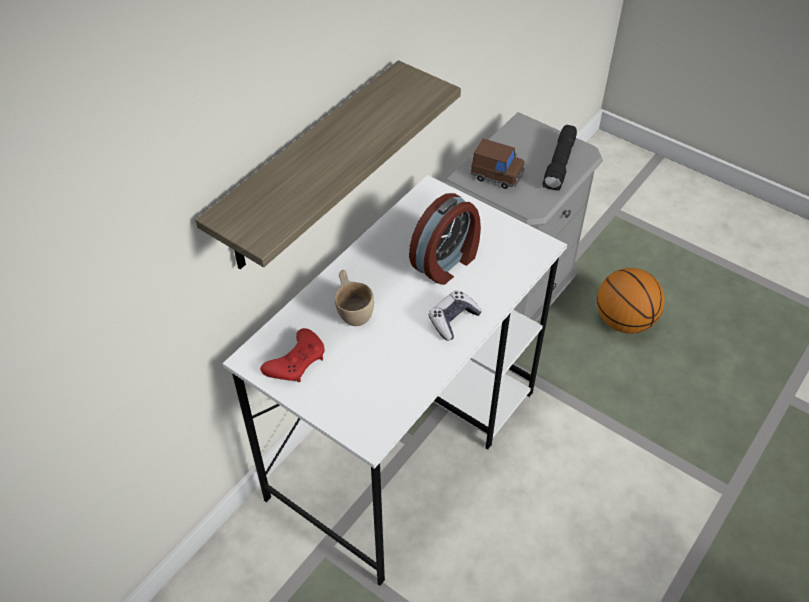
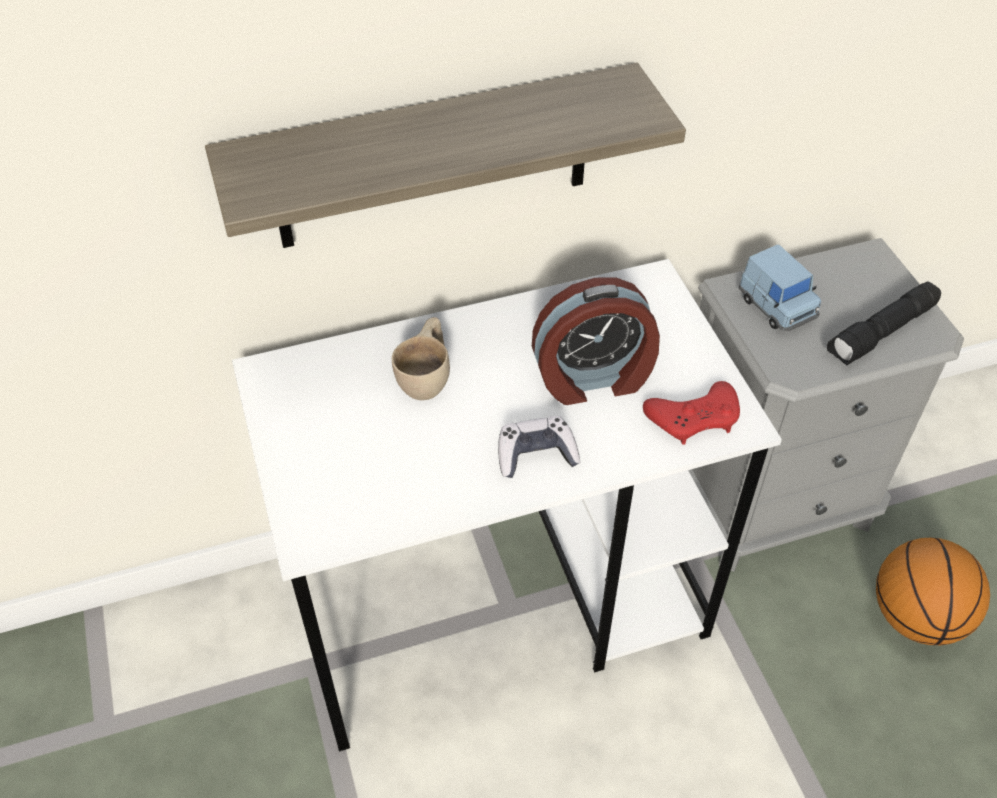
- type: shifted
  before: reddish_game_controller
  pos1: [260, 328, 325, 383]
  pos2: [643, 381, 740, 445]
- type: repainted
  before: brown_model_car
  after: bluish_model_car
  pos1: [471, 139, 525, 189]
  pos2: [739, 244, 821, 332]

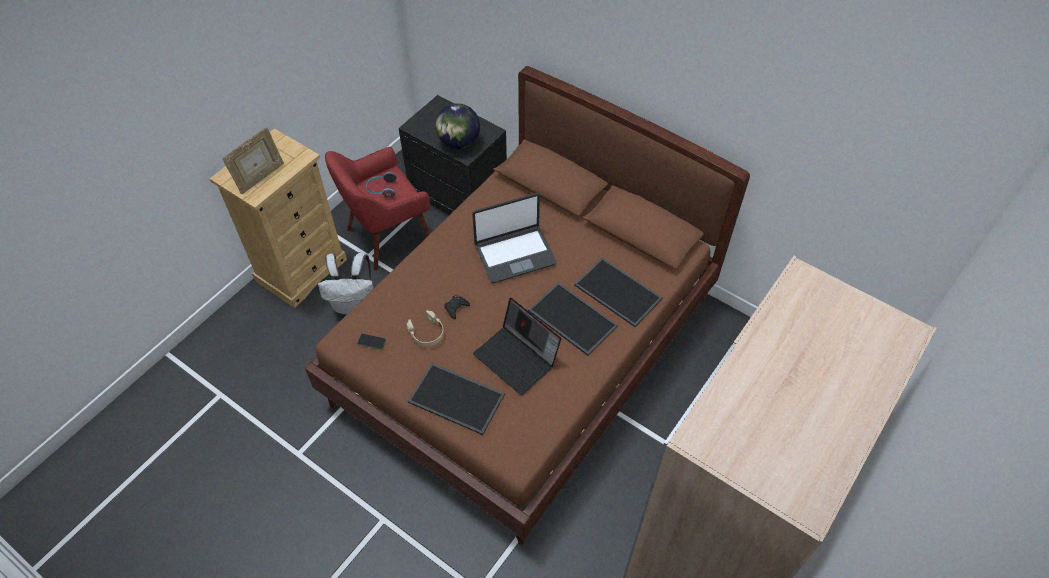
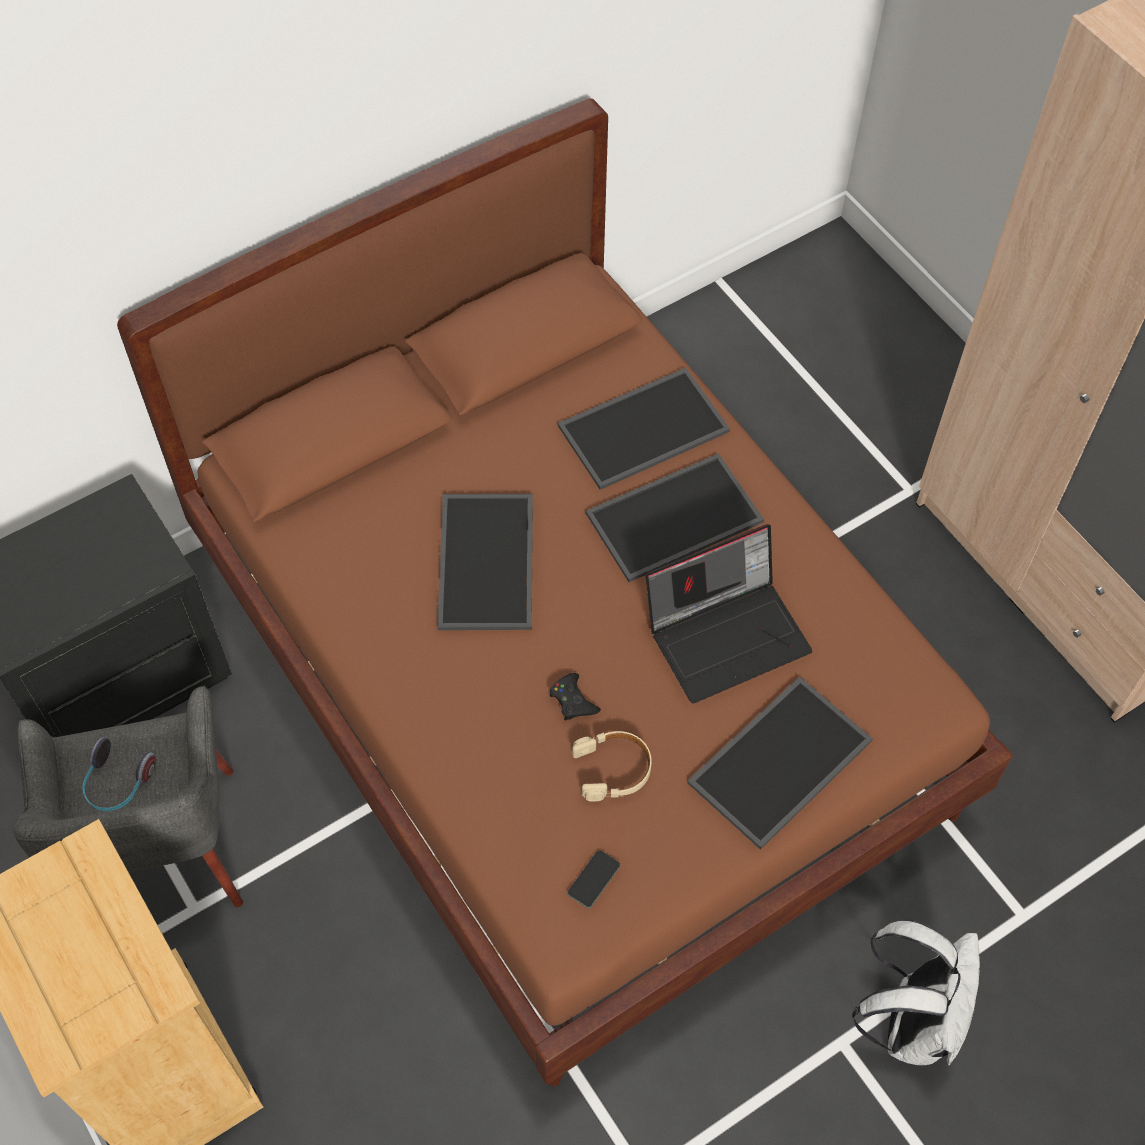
- type: gone
  before: standing_frame
  pos1: [222, 127, 284, 194]
- type: gone
  before: globe
  pos1: [435, 103, 480, 149]
- type: shifted
  before: white_backpack
  pos1: [318, 252, 374, 315]
  pos2: [852, 920, 980, 1066]
- type: swapped
  before: laptop
  after: tray
  pos1: [472, 193, 556, 283]
  pos2: [437, 494, 533, 630]
- type: repainted
  before: reddish_easy_chair
  after: greyish_easy_chair
  pos1: [325, 147, 430, 271]
  pos2: [13, 686, 243, 907]

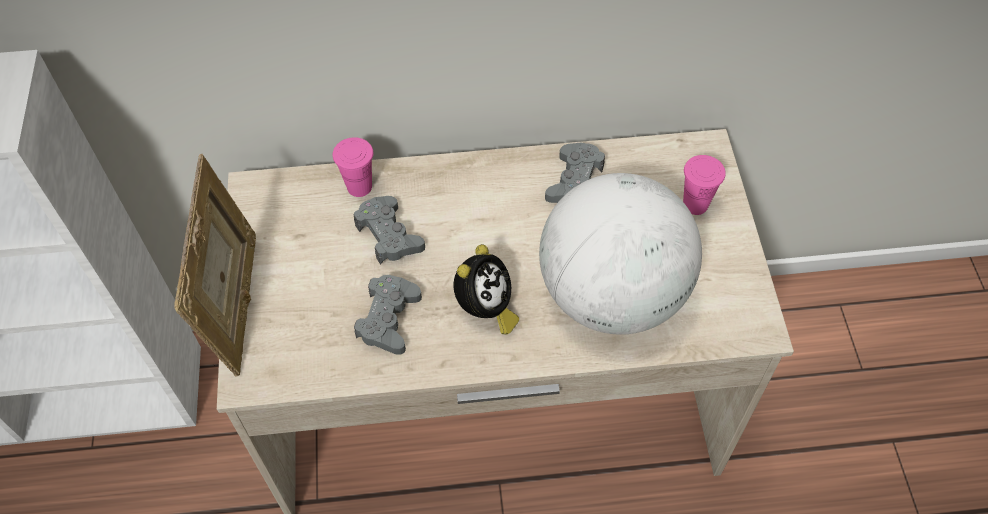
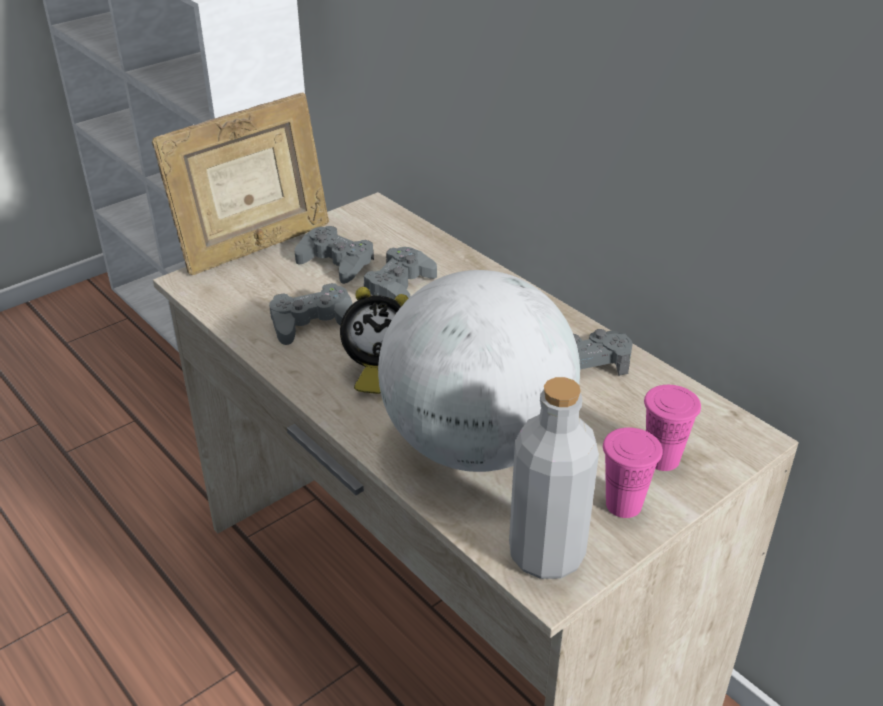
- type: new
  after: greyish_game_controller
  pos2: [294, 226, 374, 284]
- type: new
  after: greyish_bottle
  pos2: [509, 377, 599, 579]
- type: shifted
  before: pink-coloured_small_cup
  pos1: [333, 137, 373, 197]
  pos2: [603, 427, 663, 518]

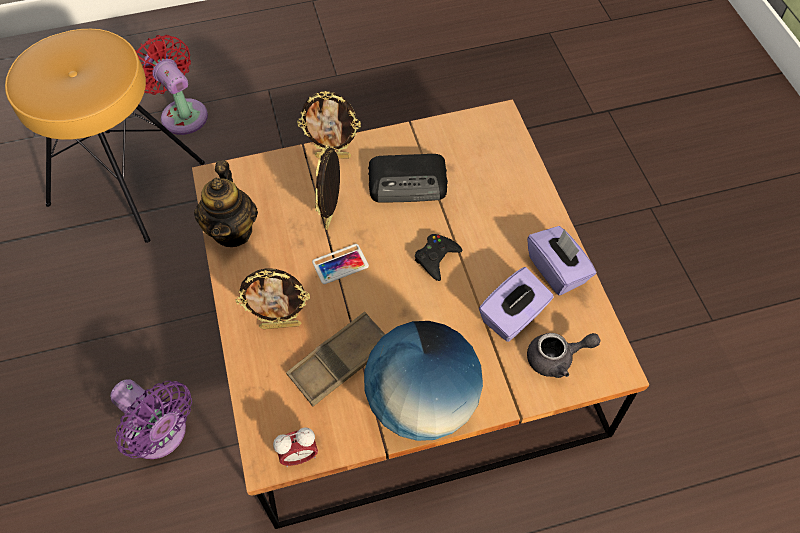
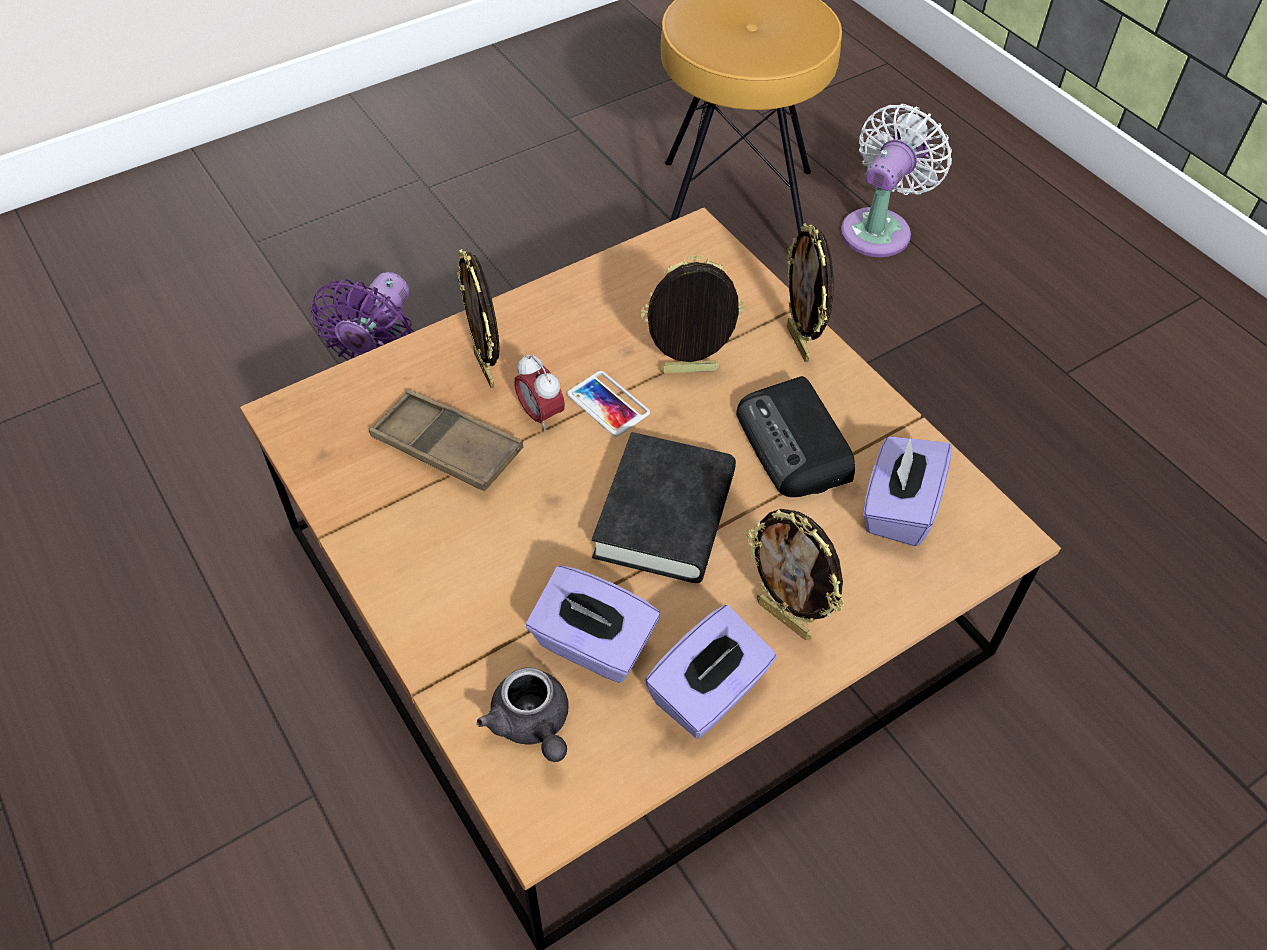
- type: gone
  before: pot_for_tea
  pos1: [194, 160, 258, 247]
- type: gone
  before: globe
  pos1: [364, 321, 483, 441]
- type: new
  after: standing_frame
  pos2: [746, 509, 844, 640]
- type: new
  after: purple_tissue_box
  pos2: [863, 437, 952, 546]
- type: shifted
  before: bedside_clock
  pos1: [273, 427, 318, 467]
  pos2: [514, 354, 565, 431]
- type: swapped
  before: blackish_game_controller
  after: blackish_book
  pos1: [415, 234, 462, 281]
  pos2: [592, 432, 736, 583]
- type: repainted
  before: reddish_fan
  after: white_fan
  pos1: [135, 35, 208, 135]
  pos2: [841, 104, 952, 257]

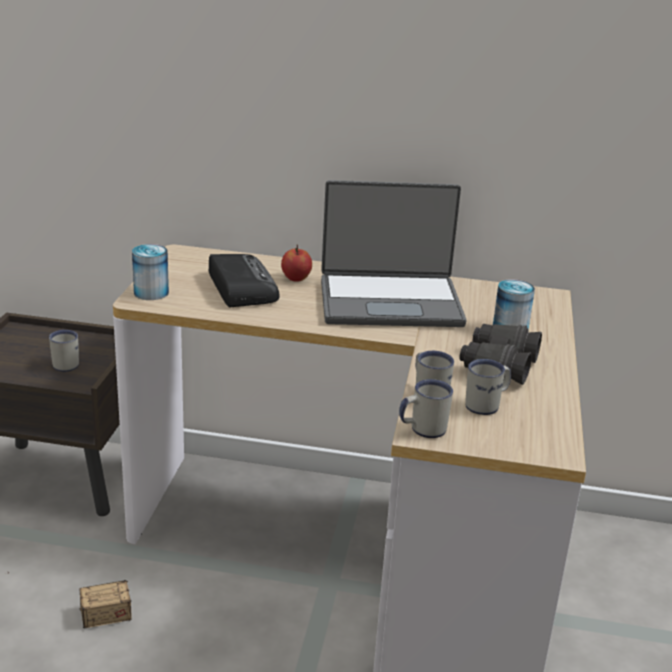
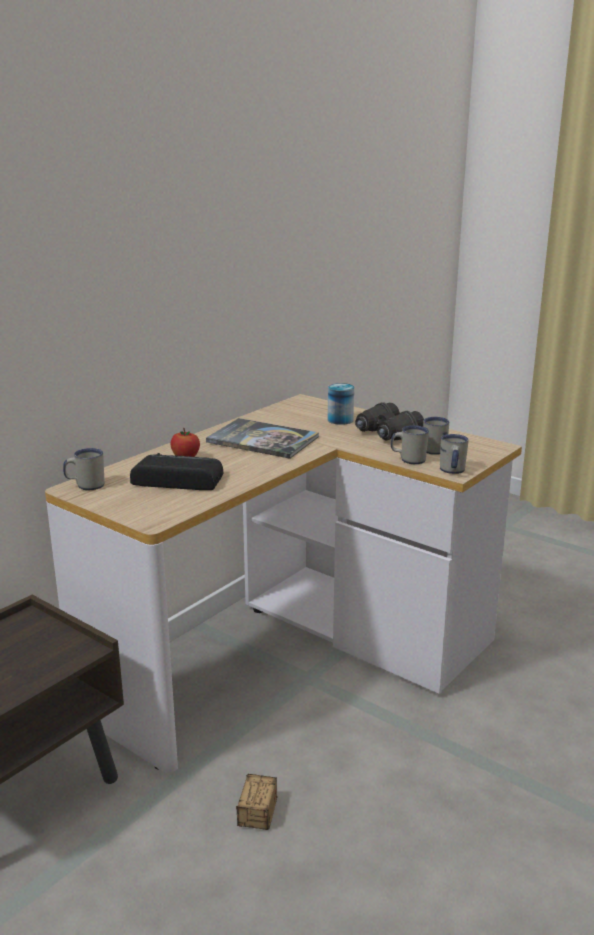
- type: gone
  before: metal_can
  pos1: [132, 244, 169, 300]
- type: shifted
  before: white_tea_mug
  pos1: [49, 330, 79, 372]
  pos2: [63, 448, 104, 490]
- type: swapped
  before: laptop
  after: book
  pos1: [321, 180, 466, 327]
  pos2: [206, 418, 319, 459]

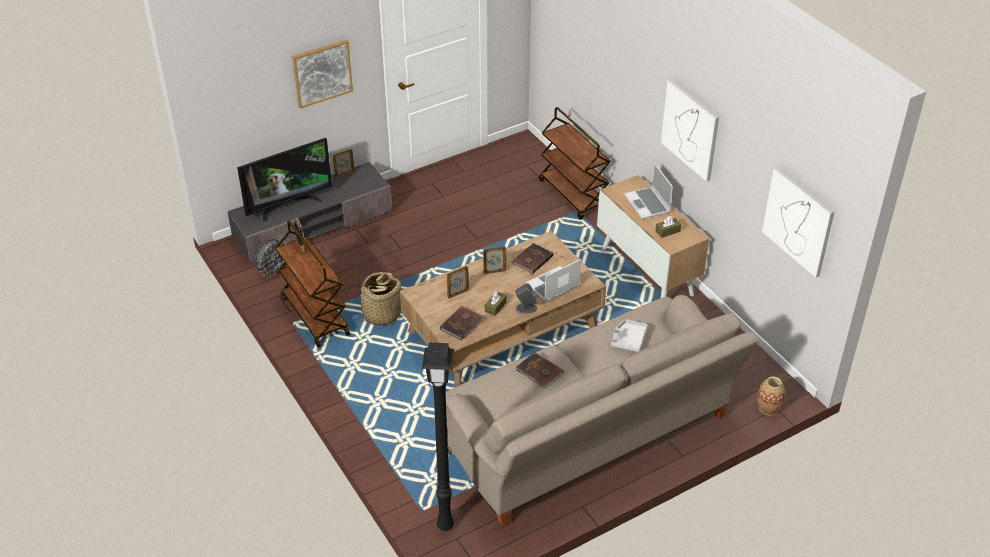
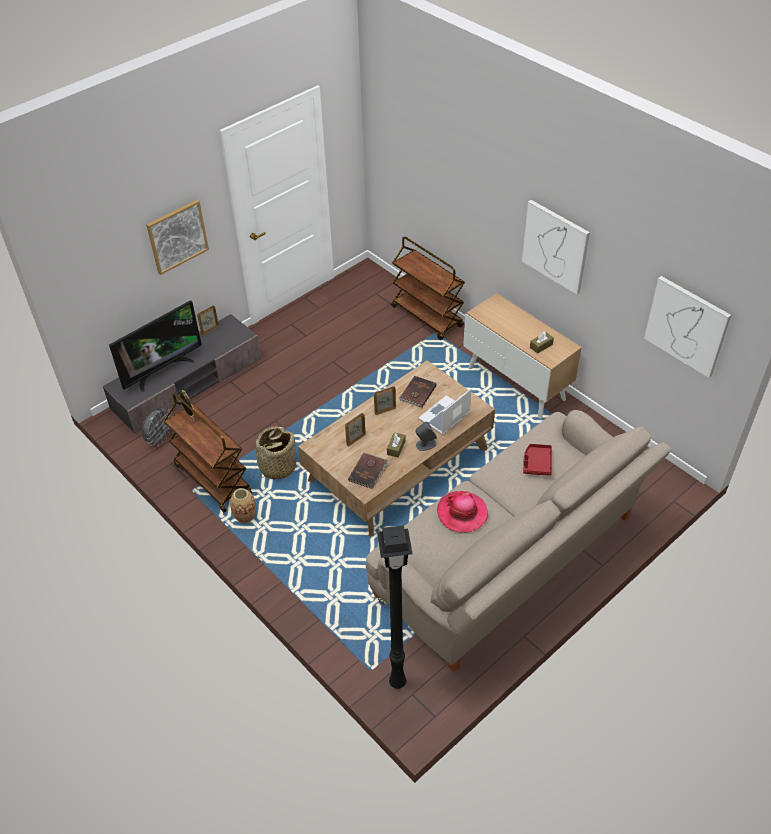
- type: gone
  before: laptop
  pos1: [624, 163, 673, 219]
- type: shifted
  before: vase
  pos1: [758, 377, 785, 415]
  pos2: [230, 488, 256, 523]
- type: swapped
  before: brown_book
  after: hat
  pos1: [516, 352, 564, 390]
  pos2: [437, 491, 488, 533]
- type: repainted
  before: greyish_tray
  after: reddish_tray
  pos1: [611, 319, 647, 352]
  pos2: [523, 444, 552, 476]

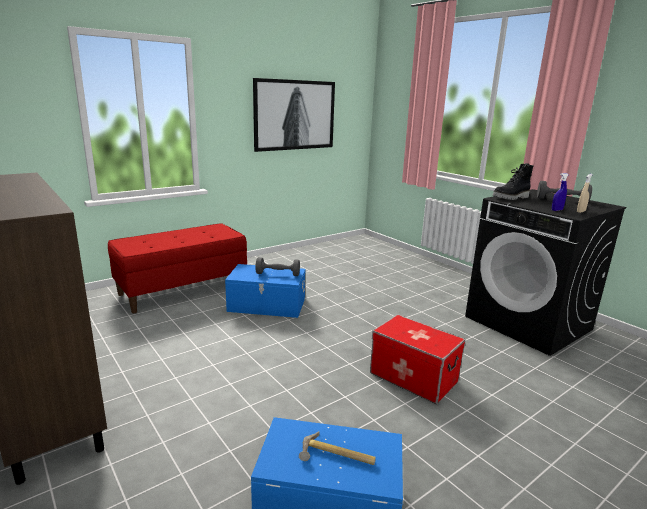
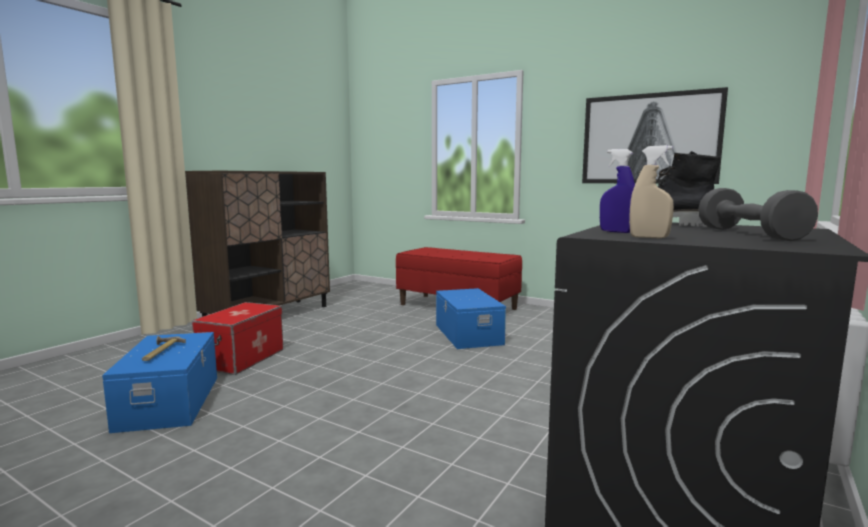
- type: gone
  before: greyish_dumbbell
  pos1: [255, 257, 300, 276]
- type: shifted
  before: storage_bin
  pos1: [370, 314, 465, 404]
  pos2: [192, 302, 283, 375]

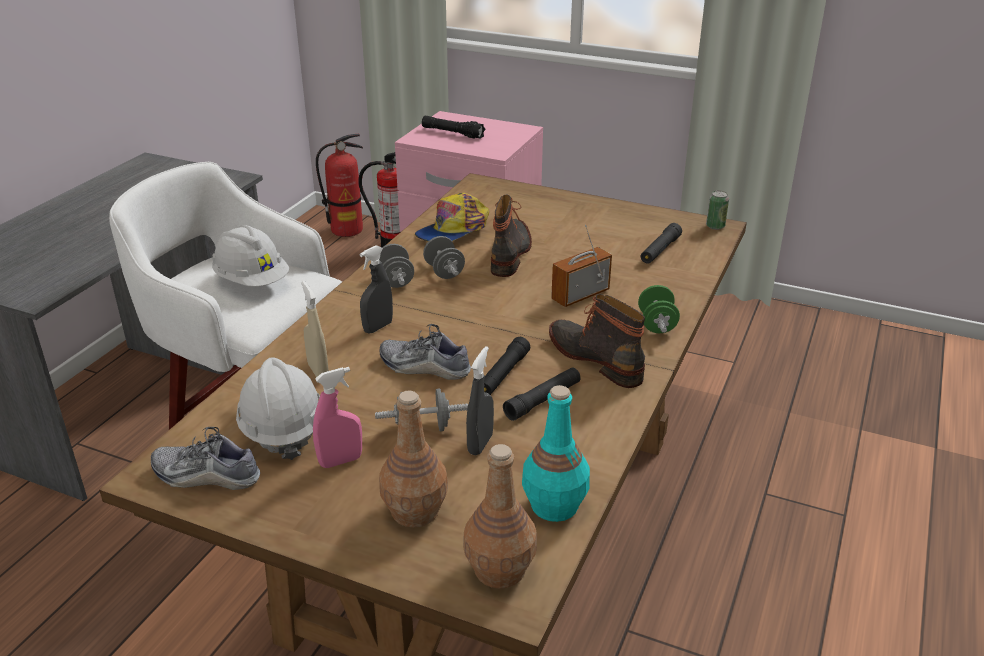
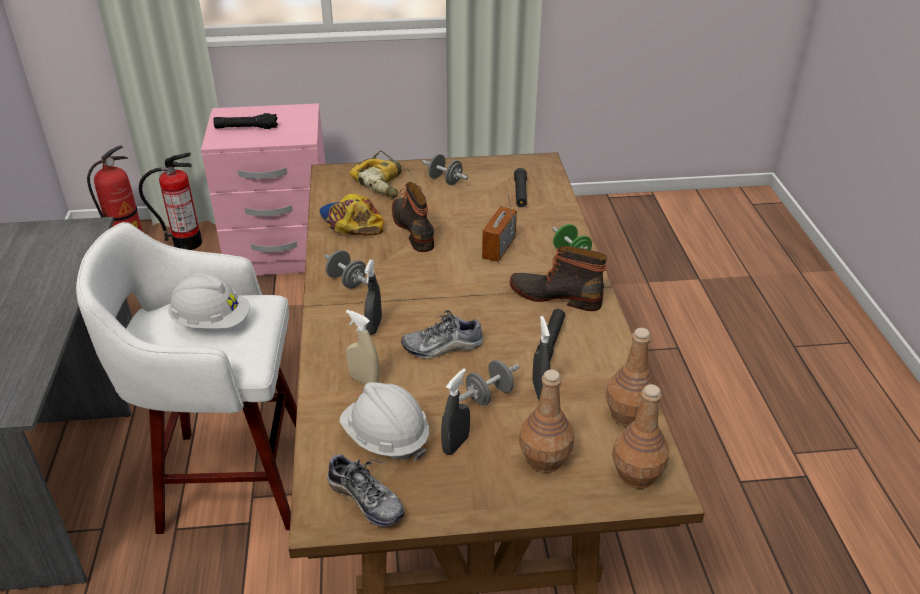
- type: gone
  before: blackish_flashlight
  pos1: [484, 337, 530, 395]
- type: gone
  before: metal_can
  pos1: [706, 190, 729, 230]
- type: new
  after: electric_drill
  pos2: [349, 151, 414, 198]
- type: shifted
  before: greyish_dumbbell
  pos1: [423, 236, 465, 279]
  pos2: [422, 154, 468, 185]
- type: repainted
  before: pink-coloured_hand_sprayer
  after: greyish_hand_sprayer
  pos1: [313, 367, 362, 468]
  pos2: [441, 368, 470, 455]
- type: repainted
  before: turquoise_bottle
  after: brown_bottle
  pos1: [522, 385, 590, 522]
  pos2: [605, 328, 657, 427]
- type: rotated
  before: shoe
  pos1: [151, 427, 260, 490]
  pos2: [327, 452, 404, 527]
  turn: -120
- type: rotated
  before: peaked_cap
  pos1: [415, 192, 489, 241]
  pos2: [319, 194, 384, 236]
  turn: 135

